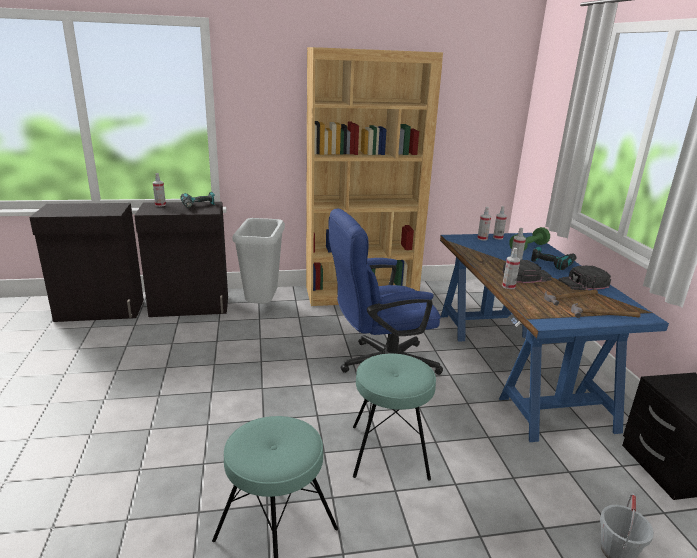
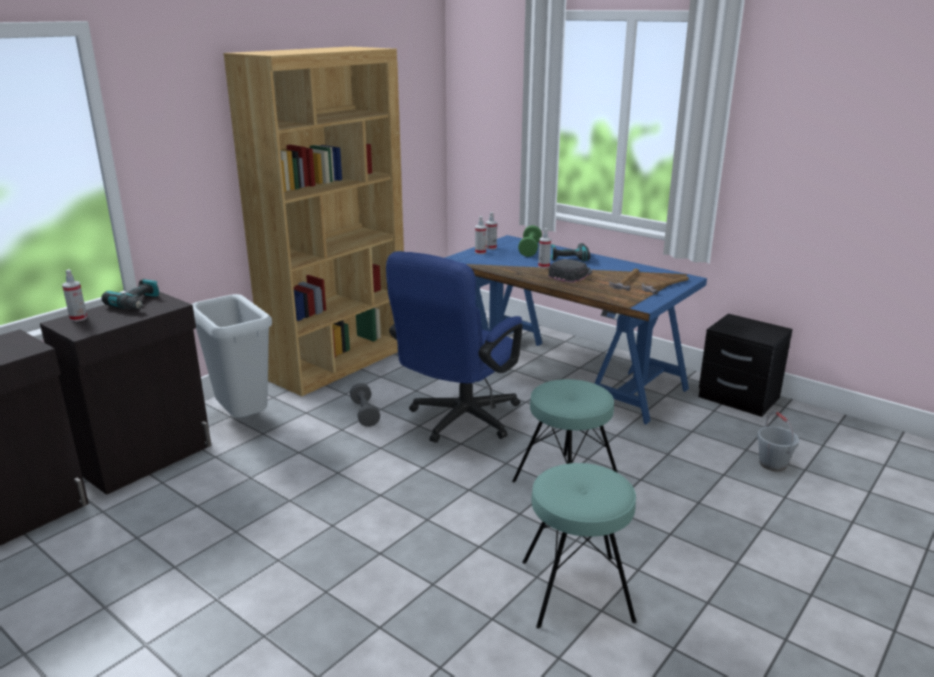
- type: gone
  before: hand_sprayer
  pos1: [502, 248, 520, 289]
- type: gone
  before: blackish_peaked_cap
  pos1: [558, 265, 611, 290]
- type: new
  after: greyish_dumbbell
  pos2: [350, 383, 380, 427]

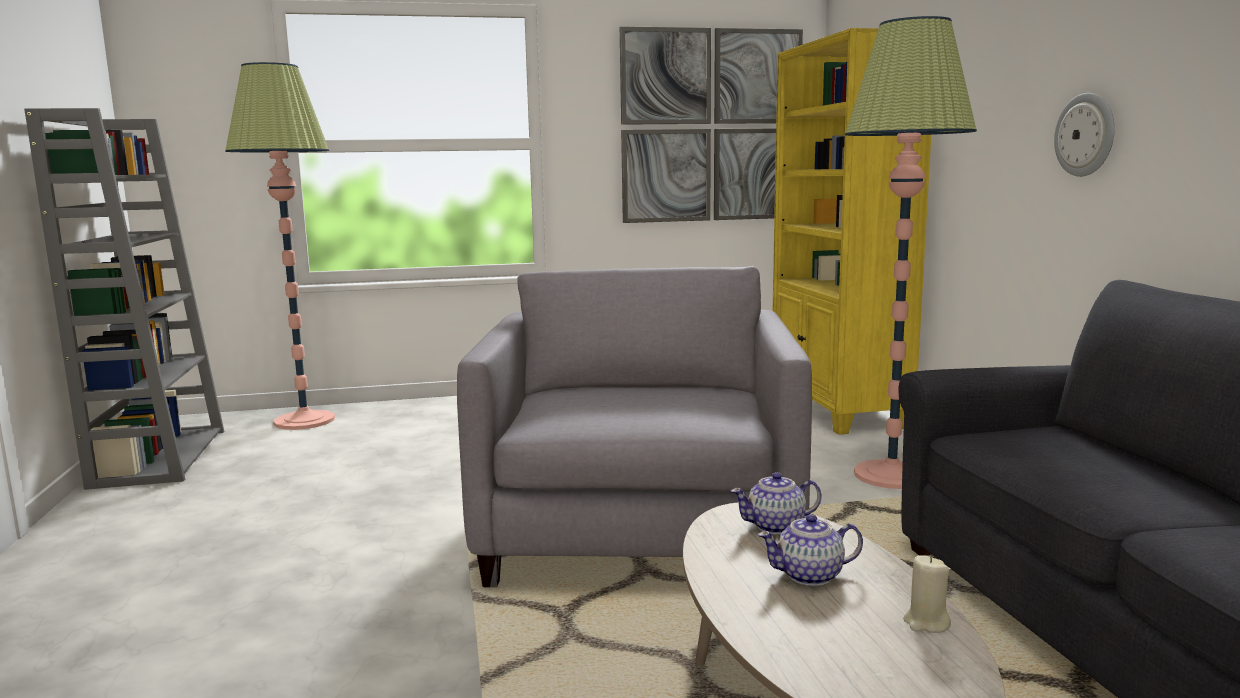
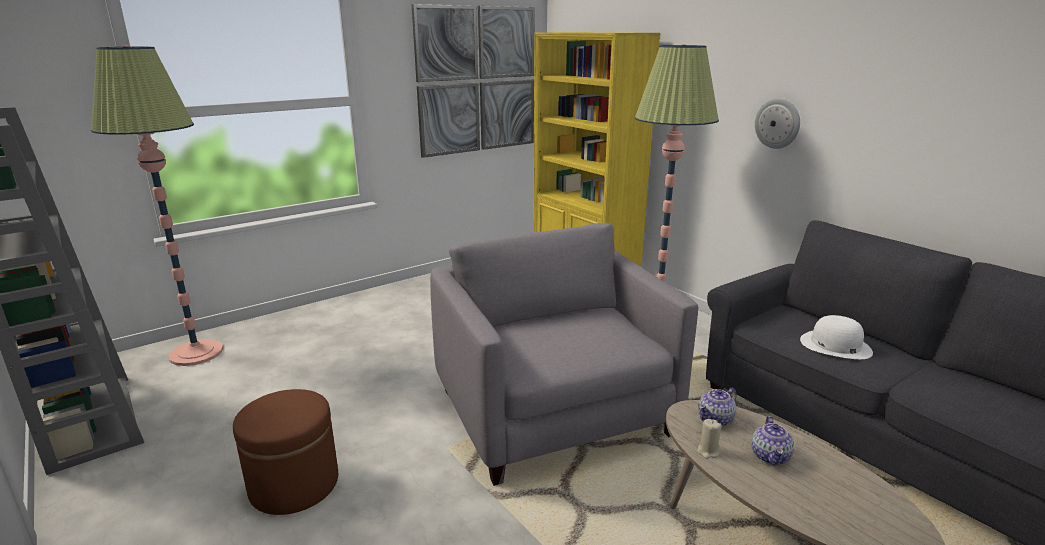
- type: new
  after: brown_footrest
  pos2: [233, 389, 338, 515]
- type: new
  after: white_hat
  pos2: [800, 315, 873, 359]
- type: shifted
  before: sand-coloured_wax_candle
  pos1: [903, 555, 951, 633]
  pos2: [697, 419, 722, 459]
- type: rotated
  before: pot_for_tea
  pos1: [758, 514, 863, 586]
  pos2: [751, 416, 794, 466]
  turn: -45

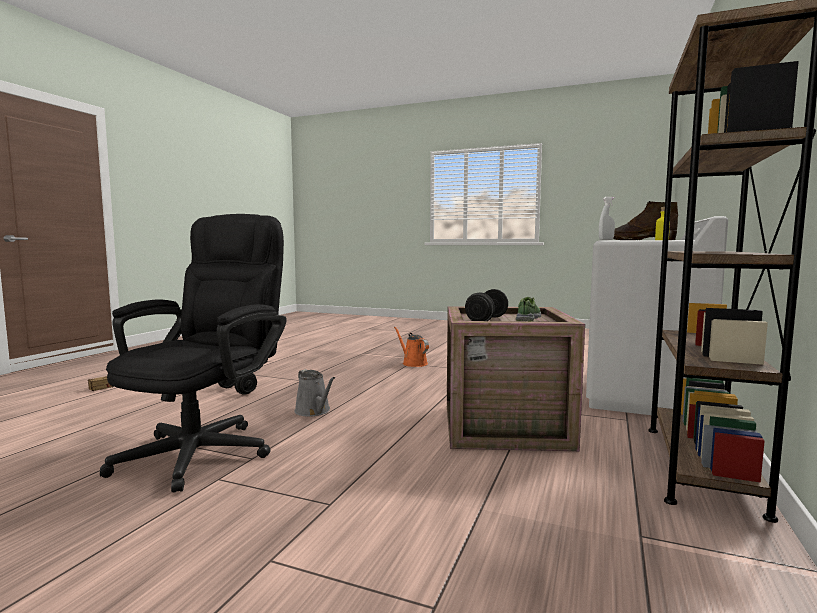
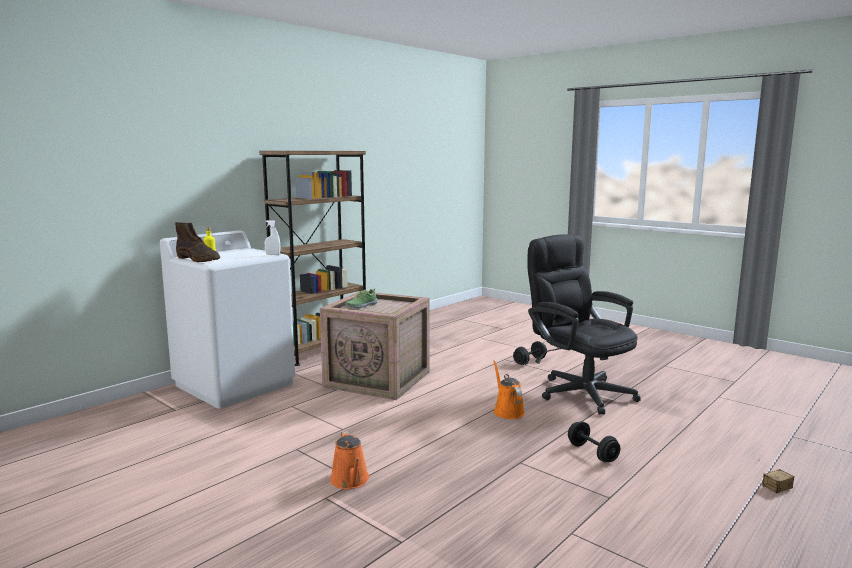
- type: shifted
  before: blackish_dumbbell
  pos1: [465, 289, 508, 321]
  pos2: [513, 341, 547, 365]
- type: repainted
  before: greyish_sprinkling_can
  after: orangey_sprinkling_can
  pos1: [294, 369, 335, 417]
  pos2: [493, 361, 525, 419]
- type: rotated
  before: blackish_office_chair
  pos1: [100, 214, 287, 493]
  pos2: [527, 234, 641, 415]
  turn: 105

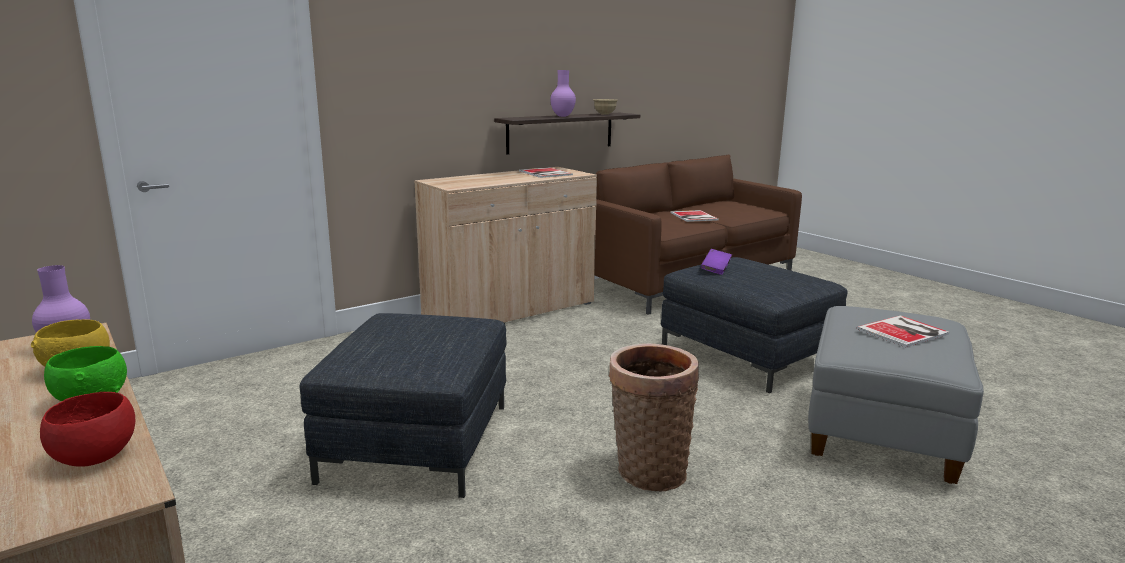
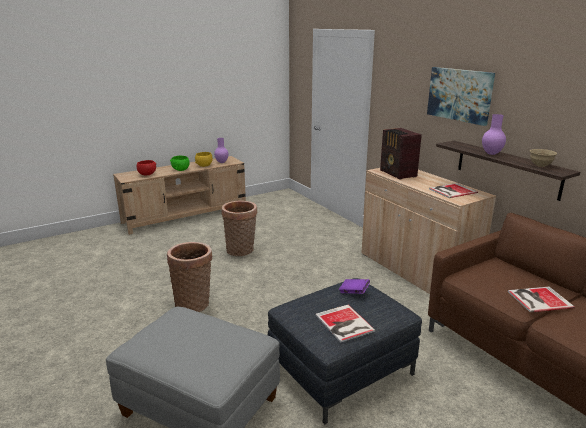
- type: new
  after: radio_set
  pos2: [380, 128, 422, 180]
- type: new
  after: wall_art
  pos2: [427, 67, 495, 126]
- type: shifted
  before: book
  pos1: [856, 315, 949, 347]
  pos2: [315, 305, 376, 343]
- type: swapped
  before: greyish_footrest
  after: storage_basket
  pos1: [300, 313, 507, 498]
  pos2: [222, 201, 257, 256]

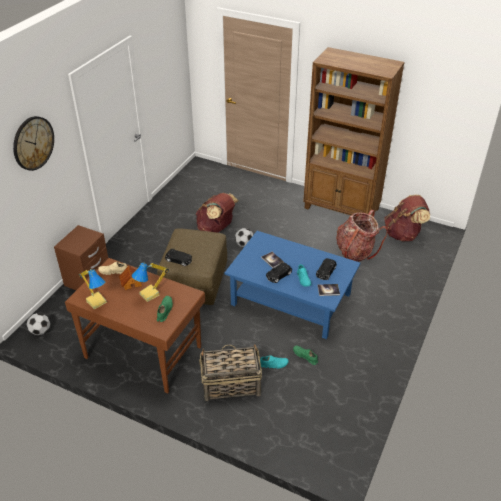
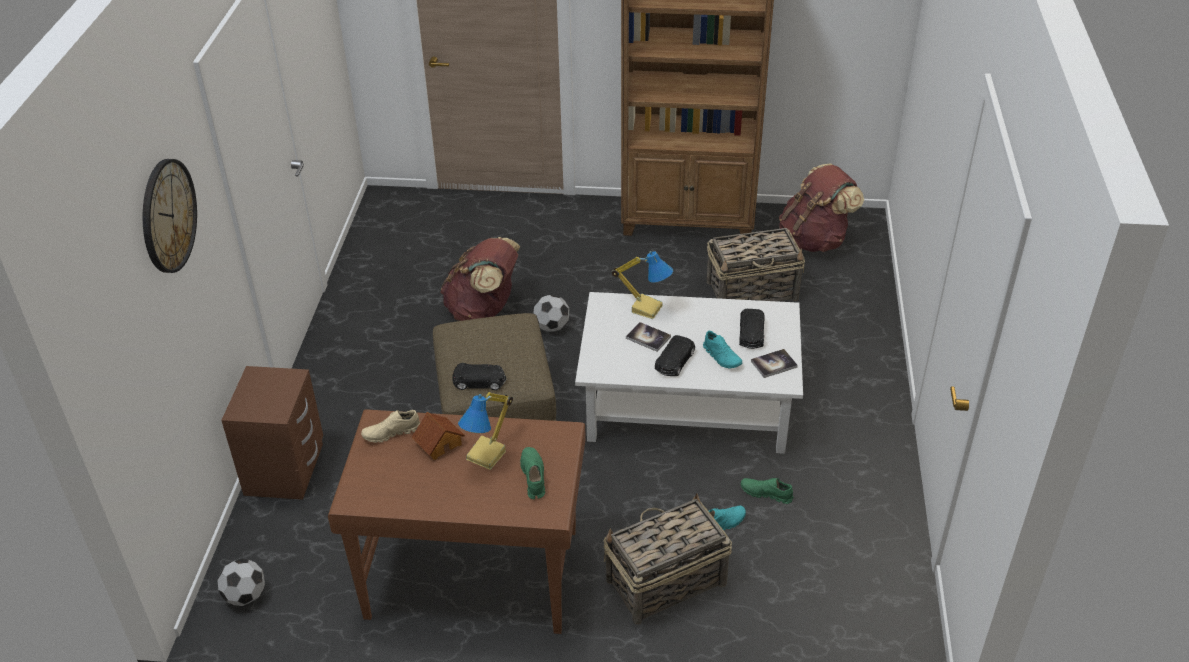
- type: shifted
  before: table_lamp
  pos1: [79, 269, 107, 310]
  pos2: [611, 251, 673, 319]
- type: swapped
  before: backpack
  after: storage_basket
  pos1: [337, 210, 388, 262]
  pos2: [706, 228, 805, 301]
- type: repainted
  before: bluish_coffee_table
  after: white_coffee_table
  pos1: [225, 231, 360, 339]
  pos2: [575, 292, 803, 454]

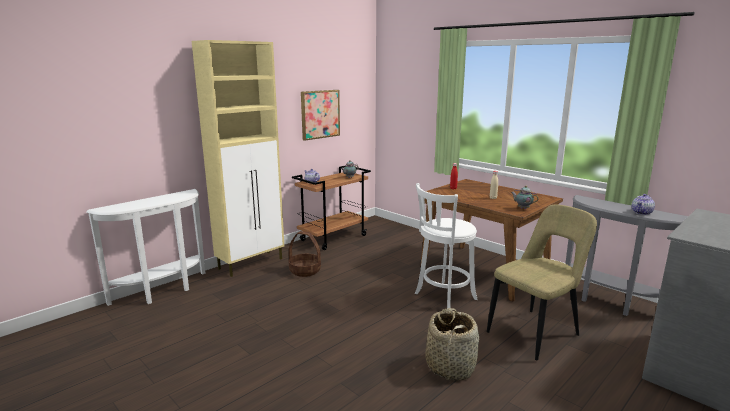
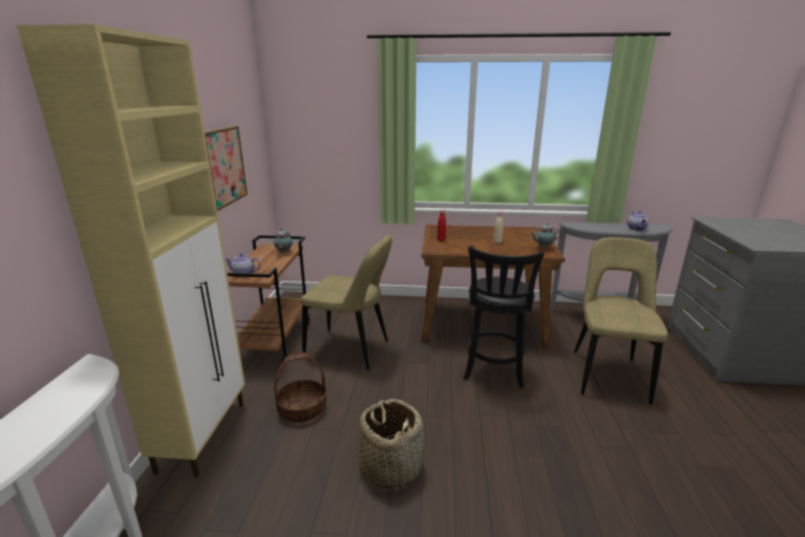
- type: new
  after: sand-coloured_plain_chair
  pos2: [301, 235, 392, 370]
- type: shifted
  before: storage_basket
  pos1: [425, 308, 479, 381]
  pos2: [359, 399, 424, 489]
- type: repainted
  before: white_stool
  after: blackish_stool
  pos1: [415, 183, 478, 309]
  pos2: [463, 245, 544, 388]

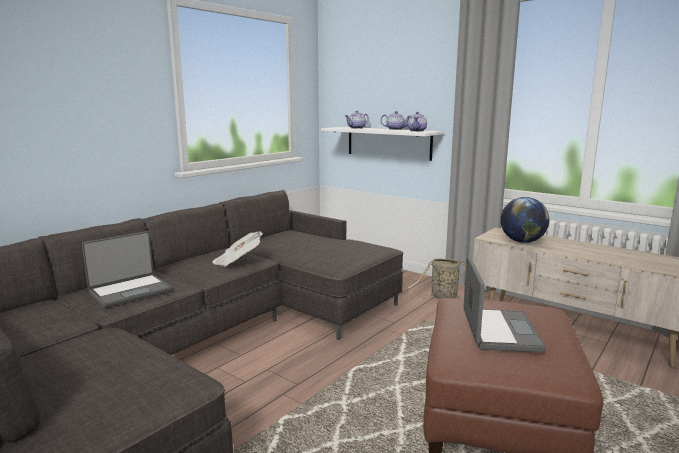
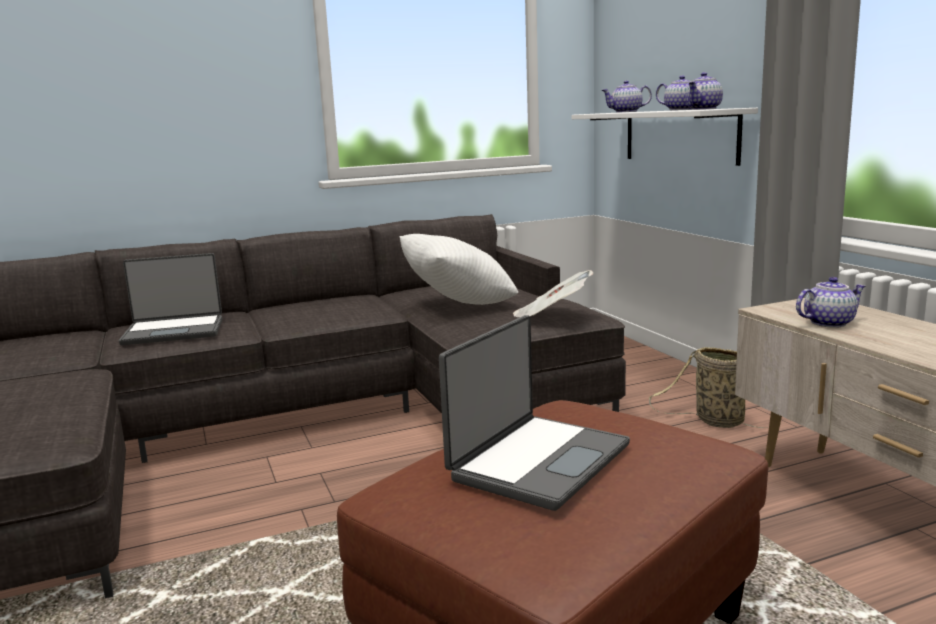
- type: new
  after: white_throw_pillow
  pos2: [399, 234, 518, 305]
- type: shifted
  before: newspaper
  pos1: [212, 232, 263, 267]
  pos2: [513, 270, 593, 317]
- type: swapped
  before: globe
  after: pot_for_tea
  pos1: [501, 197, 550, 243]
  pos2: [796, 277, 866, 328]

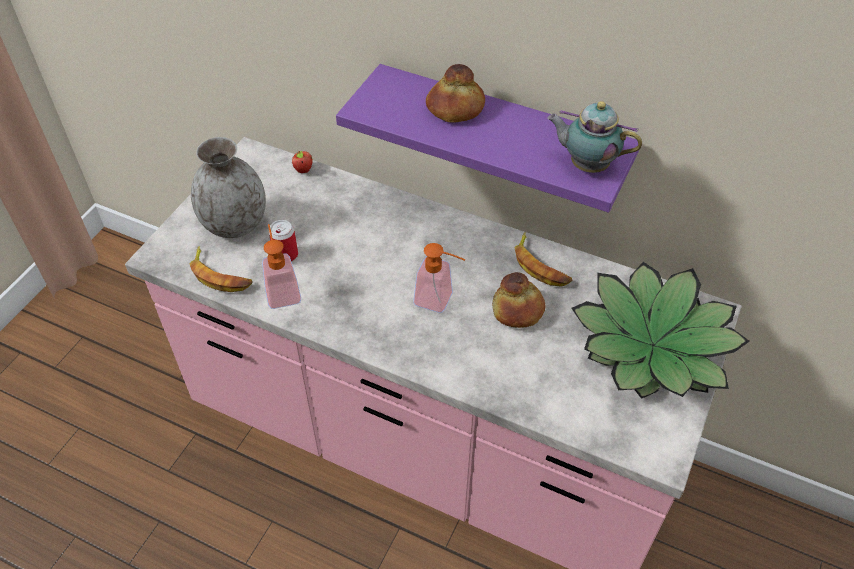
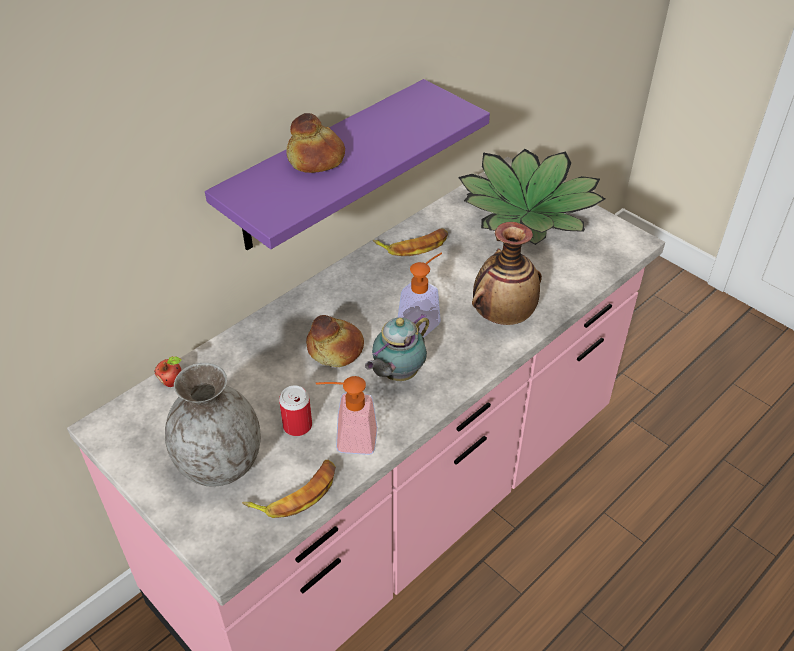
- type: new
  after: vase
  pos2: [472, 222, 542, 325]
- type: shifted
  before: baked_bread
  pos1: [492, 272, 546, 328]
  pos2: [306, 315, 364, 367]
- type: shifted
  before: pot_for_tea
  pos1: [547, 101, 642, 173]
  pos2: [365, 313, 429, 381]

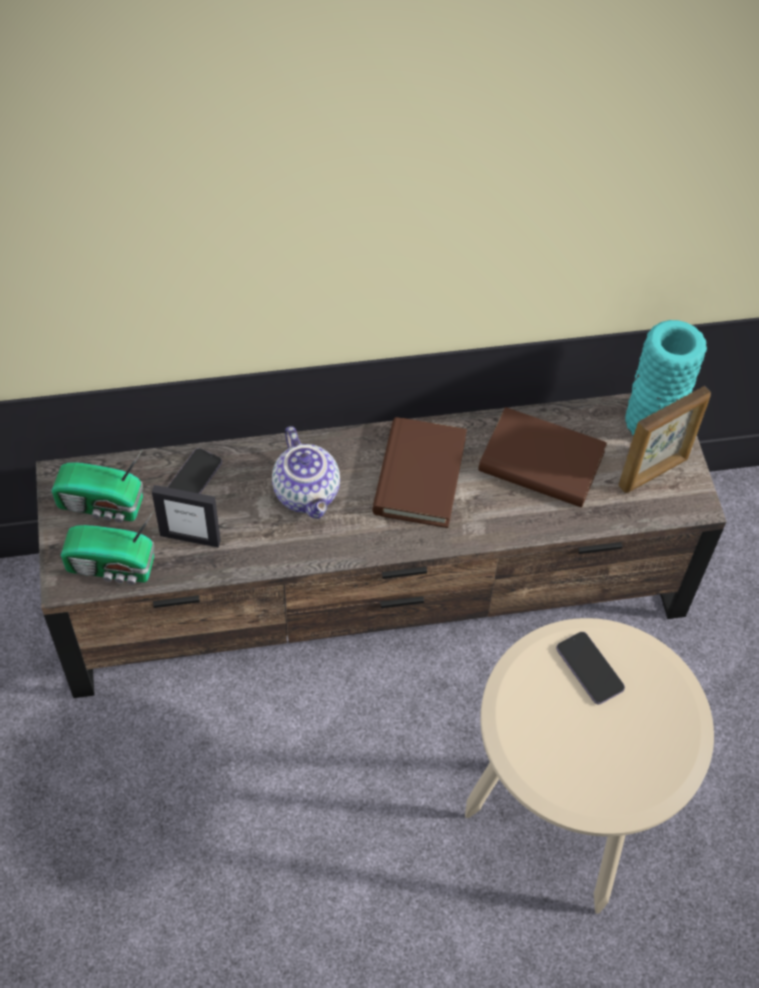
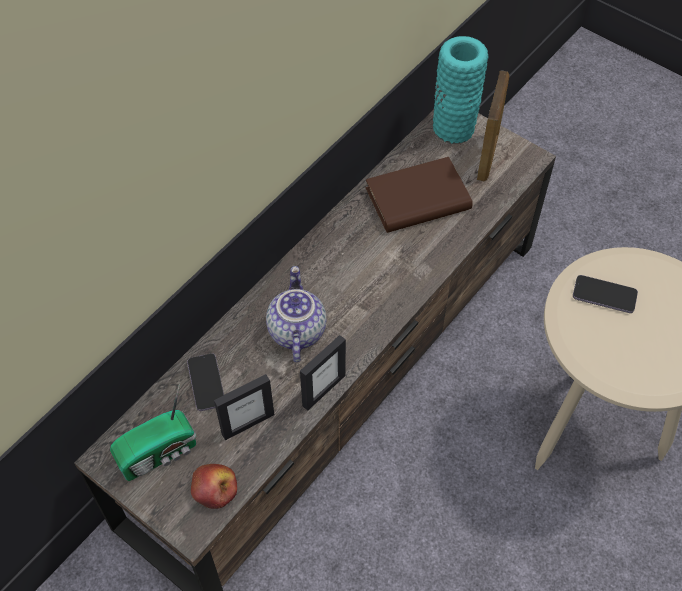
- type: gone
  before: brown_book
  pos1: [372, 417, 467, 528]
- type: new
  after: standing_frame
  pos2: [300, 335, 346, 411]
- type: swapped
  before: radio_set
  after: apple_fruit
  pos1: [61, 512, 155, 585]
  pos2: [191, 464, 237, 509]
- type: rotated
  before: pot_for_tea
  pos1: [272, 426, 340, 519]
  pos2: [266, 266, 327, 362]
  turn: -120

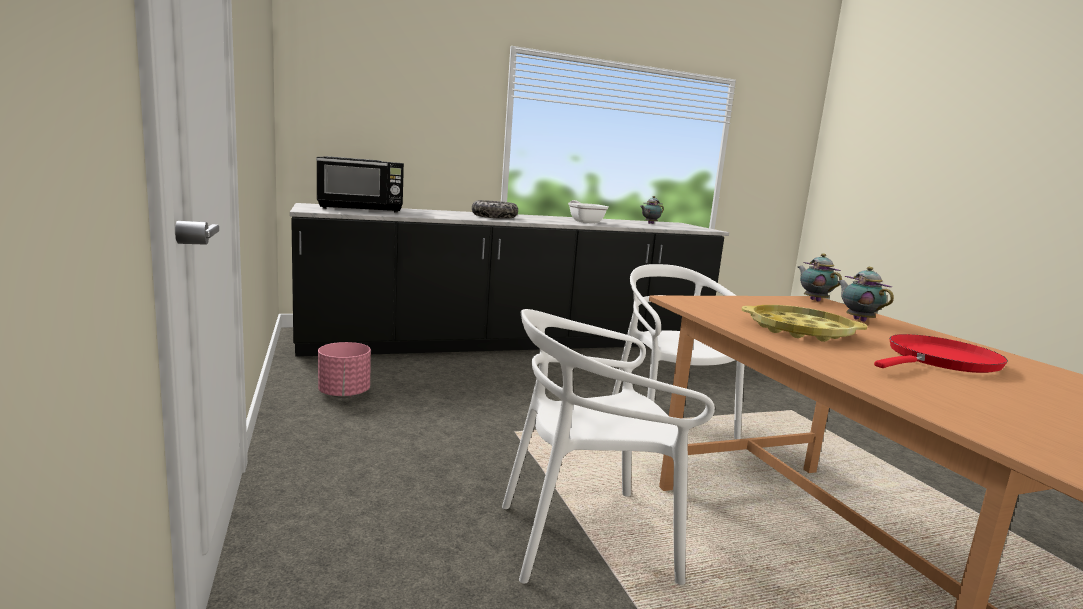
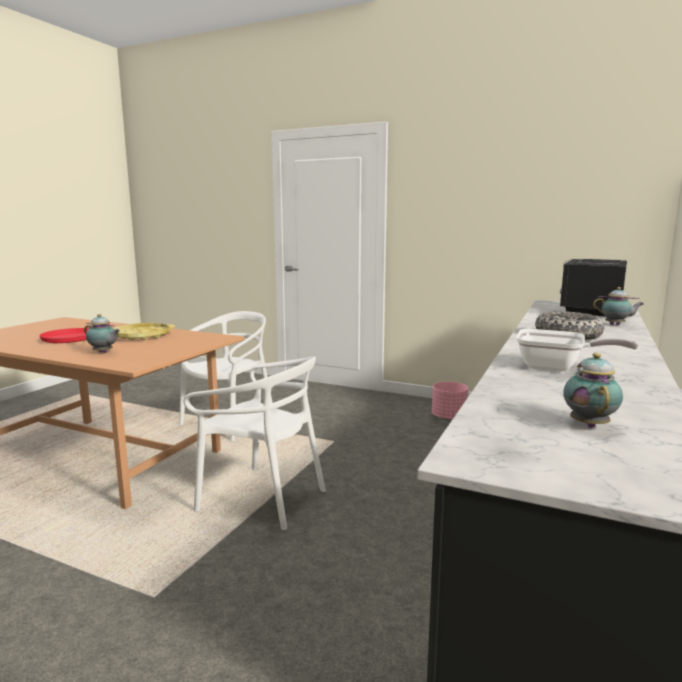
- type: shifted
  before: pot_for_tea
  pos1: [798, 253, 842, 302]
  pos2: [593, 287, 644, 325]

